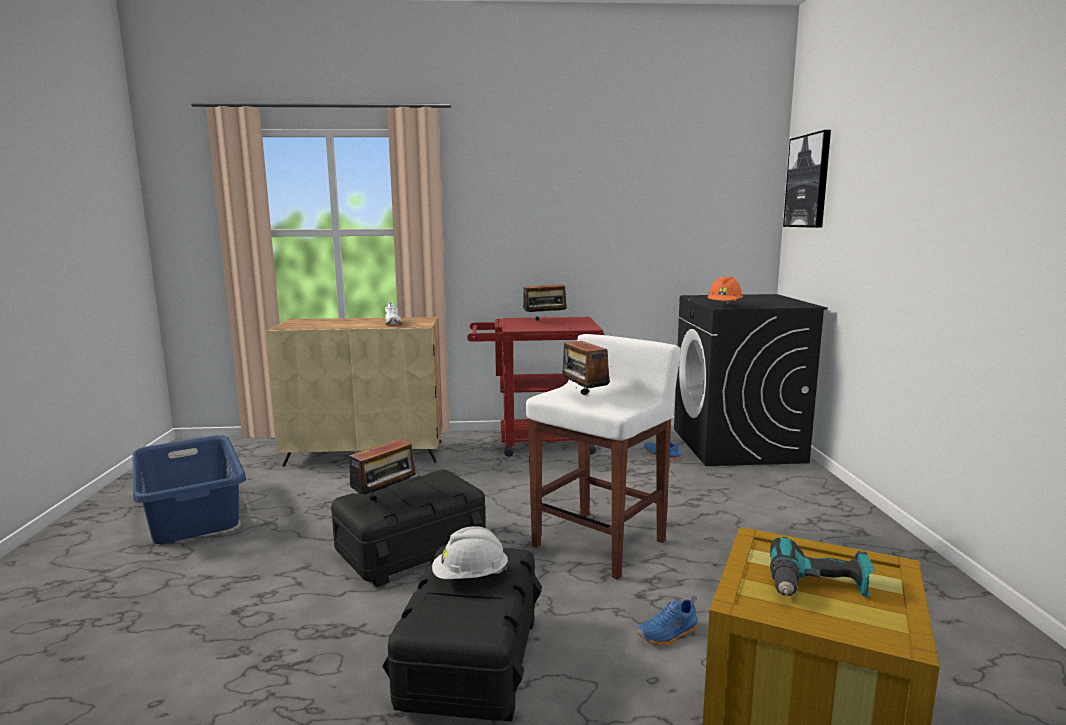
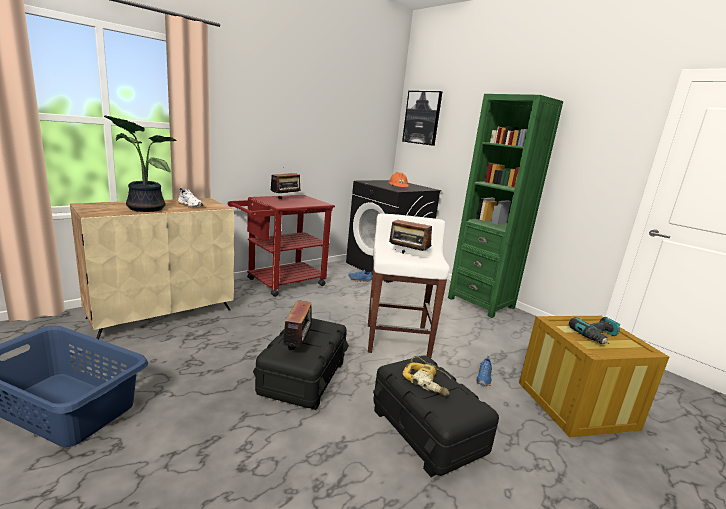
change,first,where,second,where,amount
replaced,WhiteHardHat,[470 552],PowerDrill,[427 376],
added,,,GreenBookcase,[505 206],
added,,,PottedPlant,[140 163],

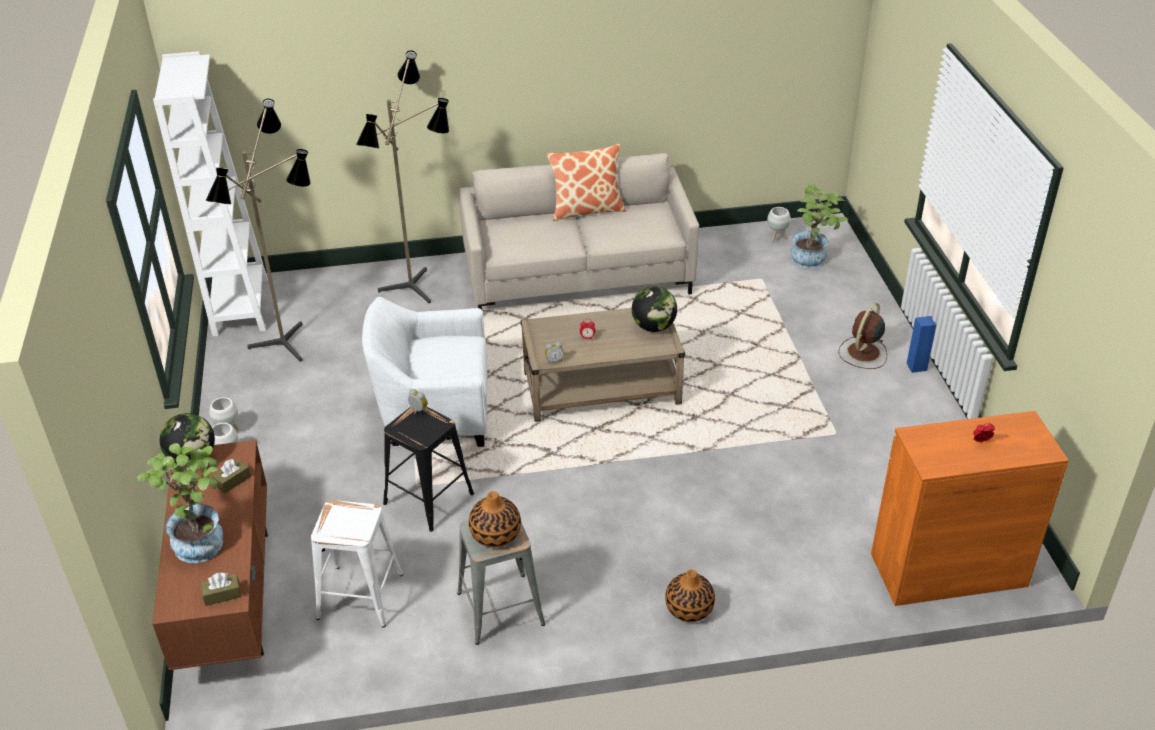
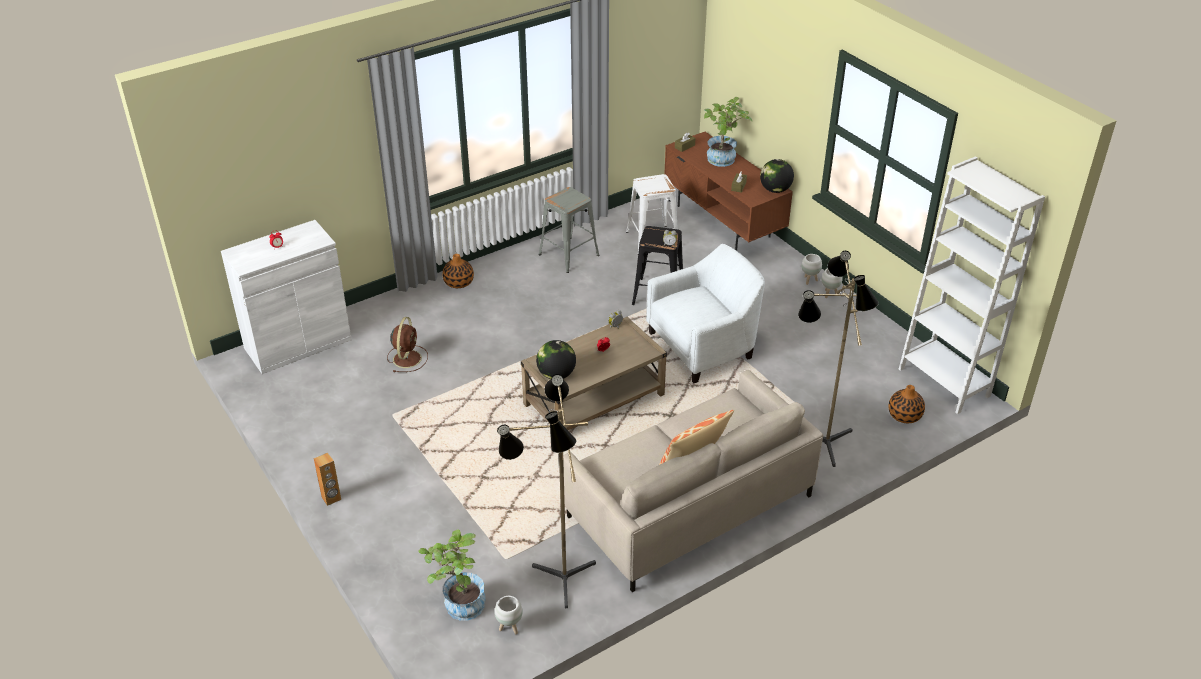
change,first,where,second,where,amount
moved,FloorLamp,[258 230],,[546 491],
moved,BrownFan,[862 336],,[407 344],
recoloured,BlueSpeaker,[921 344],BrownSpeaker,[327 479],
recoloured,OrangeCabinet,[970 508],WhiteCabinet,[286 297],
moved,Vase,[495 519],,[906 404],

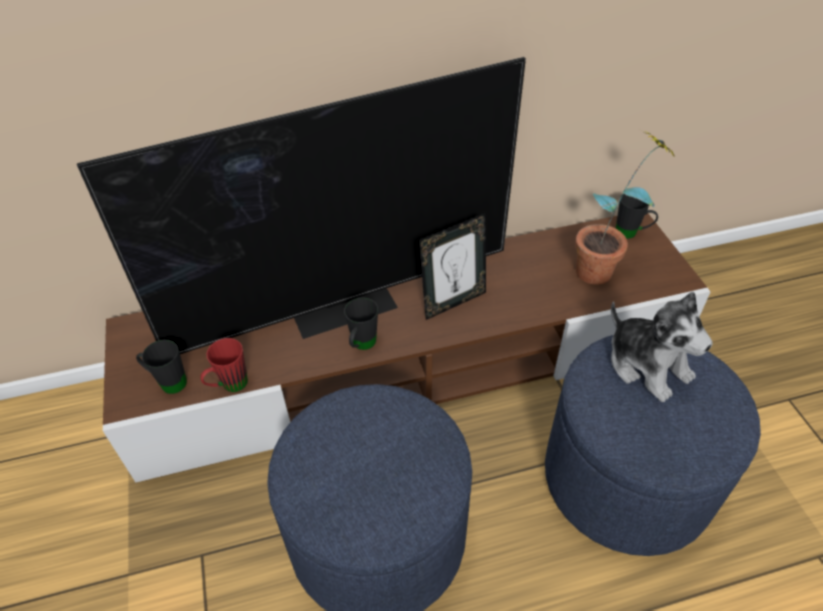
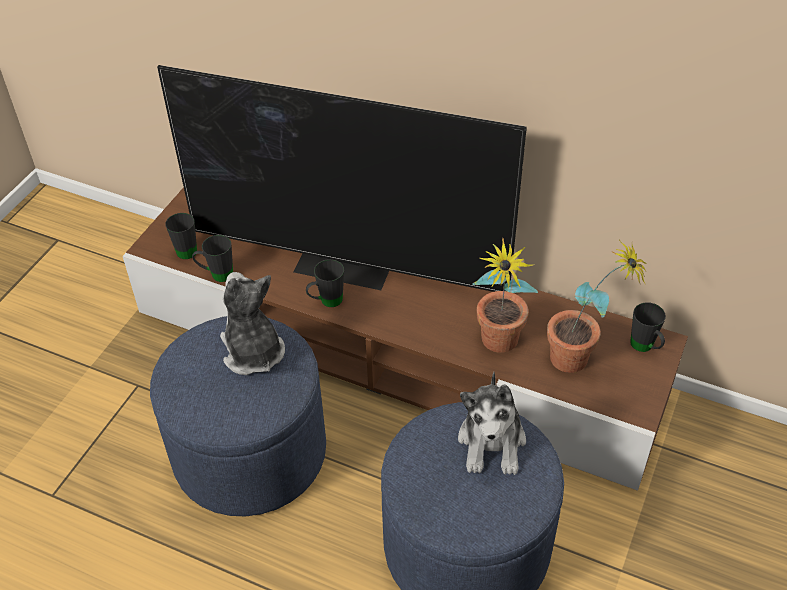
change,first,where,second,where,amount
removed,PictureFrame,[452 266],,,
recoloured,RedMug,[224 365],BlackMug,[212 258],
added,,,PottedPlant,[505 295],
added,,,PlushToy,[252 323],

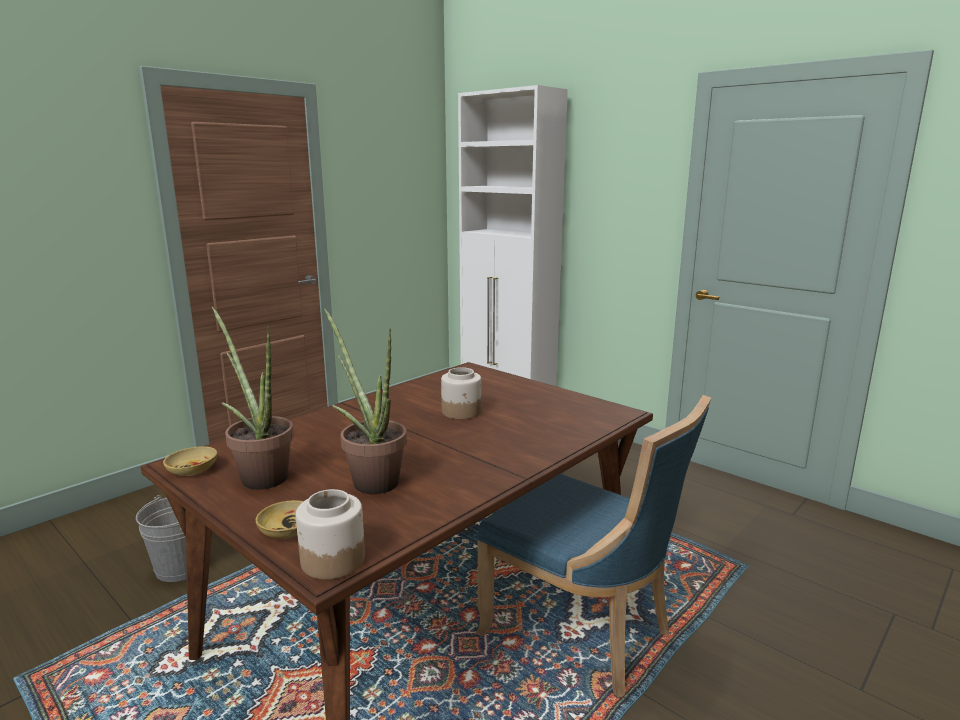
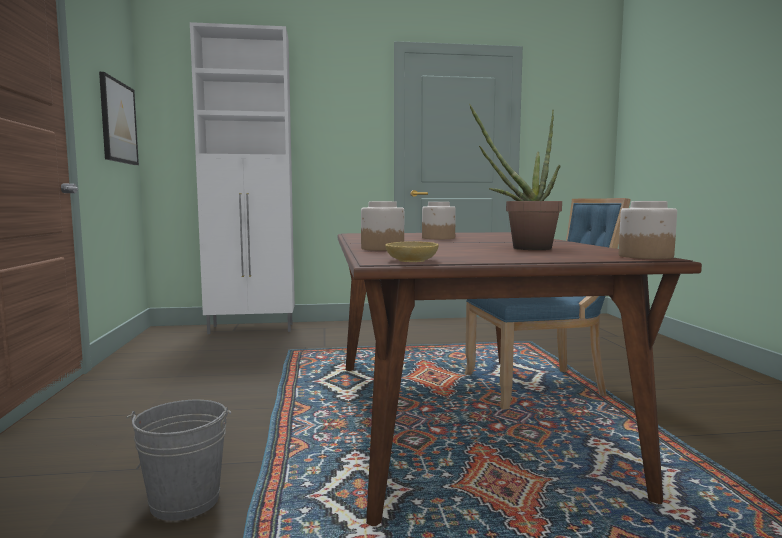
change,first,where,second,where,amount
removed,PottedPlant,[253 398],,,
removed,BeigeBowl,[279 519],,,
added,,,Picture,[119 118],
added,,,Jar,[382 226],

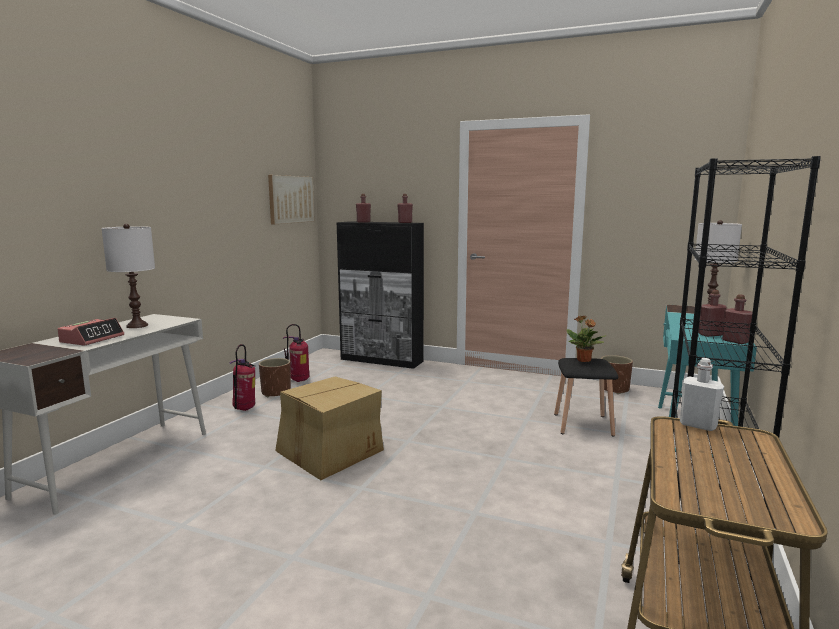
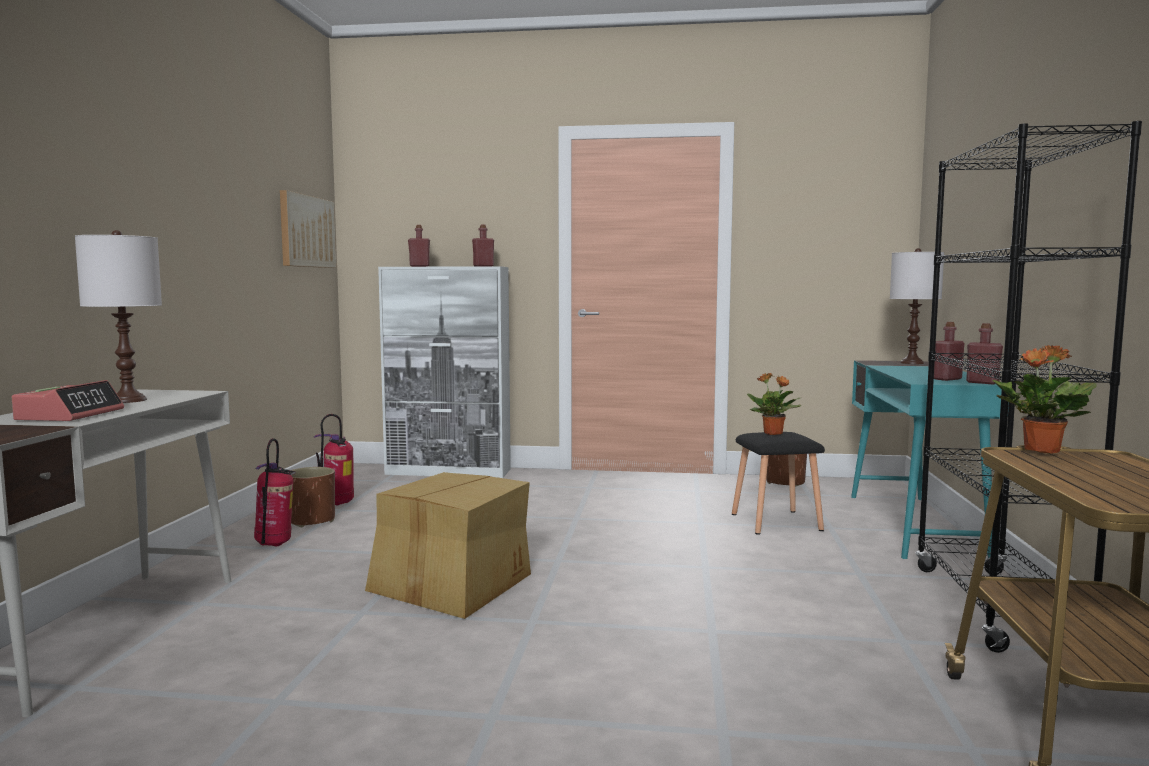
change,first,where,second,where,amount
recoloured,BlackCabinet,[380 295],WhiteCabinet,[444 372],
replaced,WhiteBottle,[702 394],PottedPlant,[1044 399],

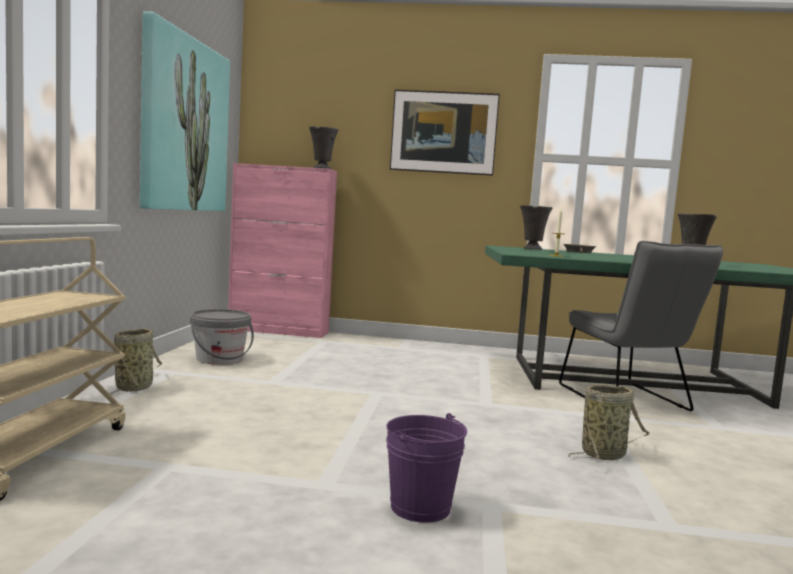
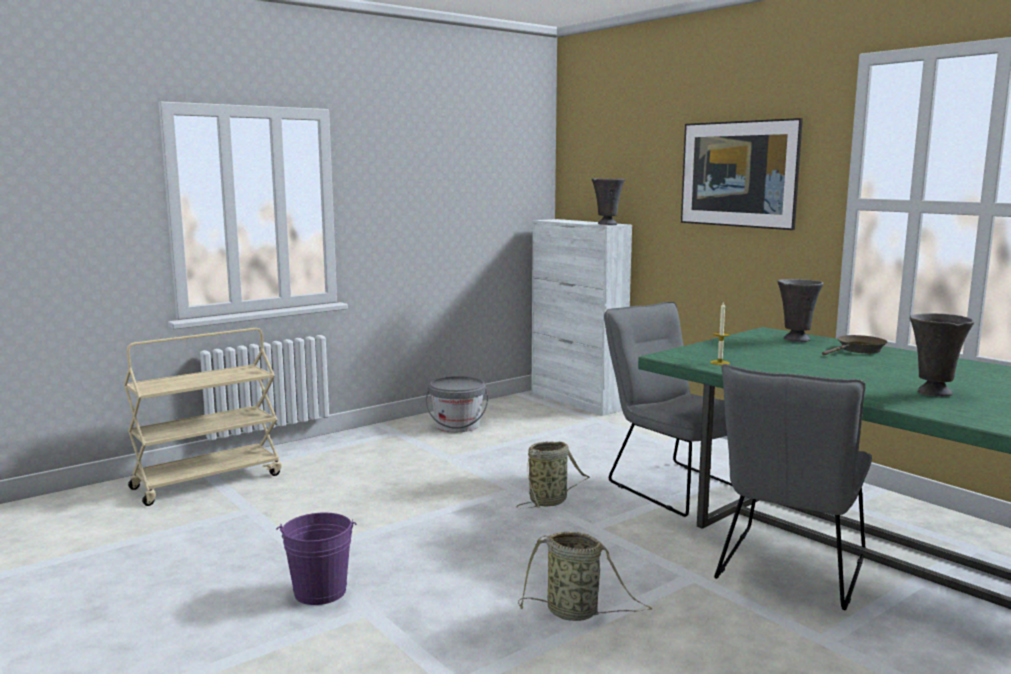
change,first,where,second,where,amount
removed,Picture,[185 111],,,
recoloured,PinkCabinet,[282 250],WhiteCabinet,[581 317],
moved,Basket,[135 361],,[553 475],
added,,,GreyChair,[668 409],

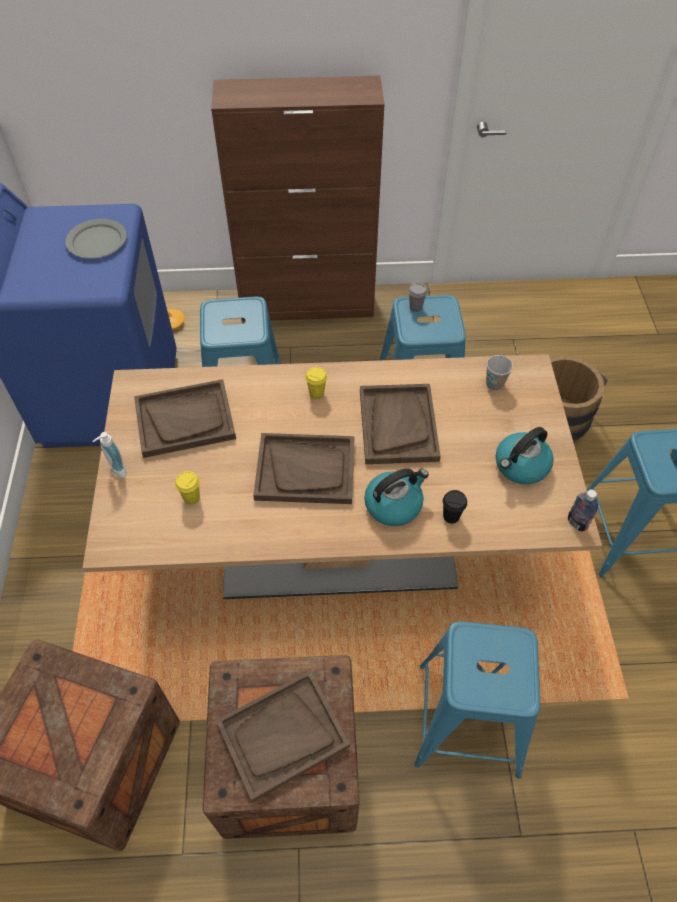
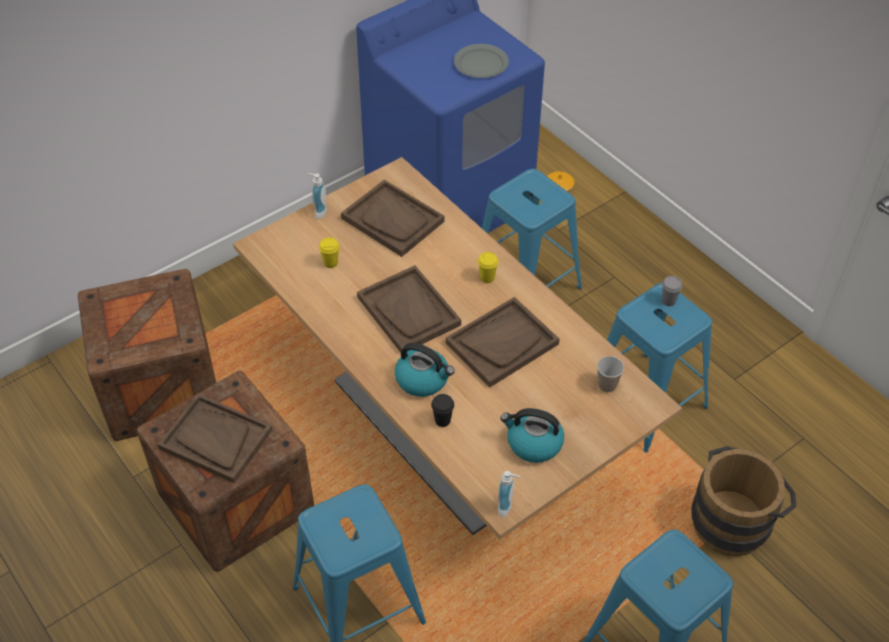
change,first,where,second,where,amount
removed,BrownCabinet,[298 199],,,
replaced,Bottle,[583 511],SoapDispenser,[509 494],

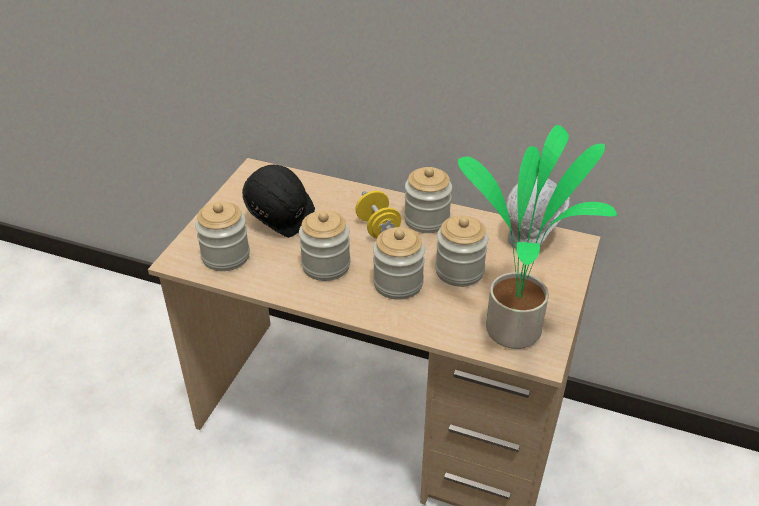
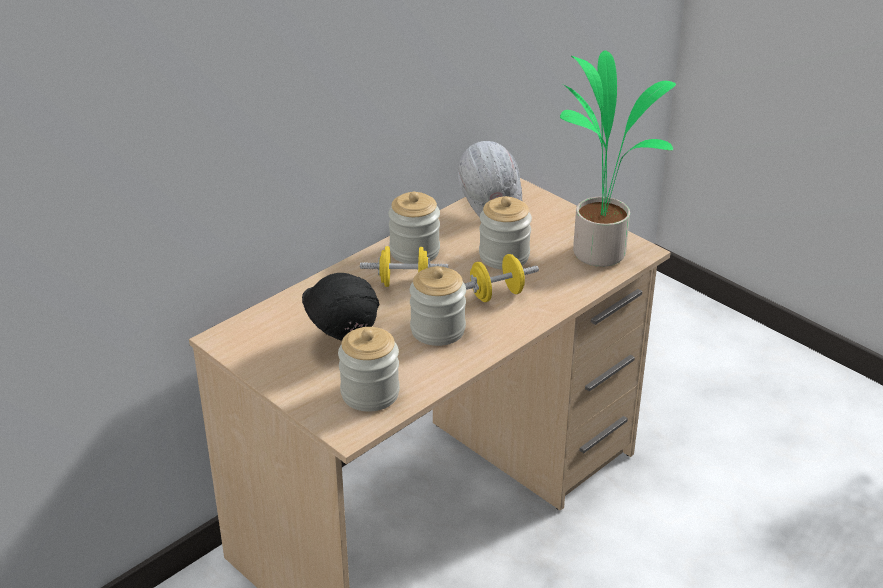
change,first,where,second,where,amount
replaced,Jar,[399 263],YellowDumbbell,[501 278],

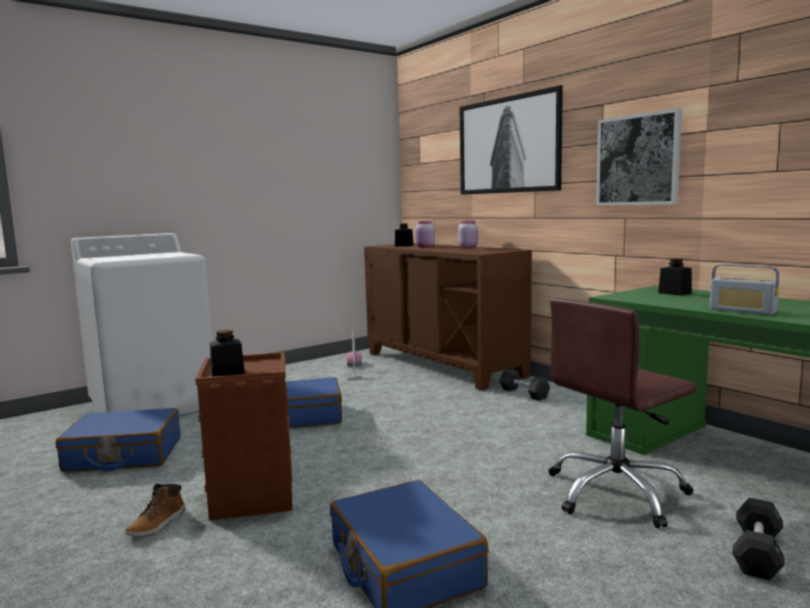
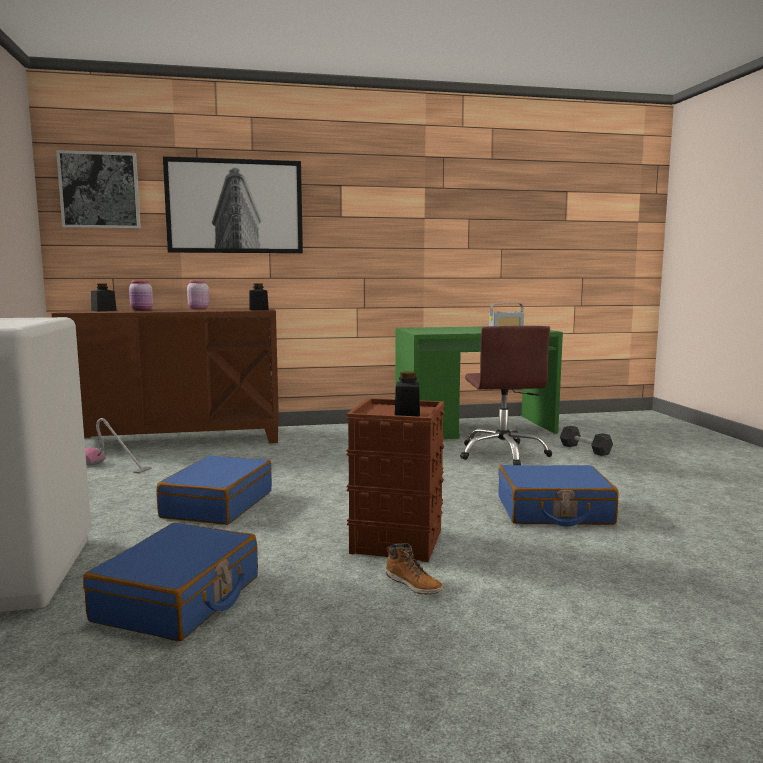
change,first,where,second,where,amount
moved,Picture,[639 156],,[98 189],
moved,BlackJar,[675 277],,[259 296],
removed,BlackDumbbell,[524 385],,,

